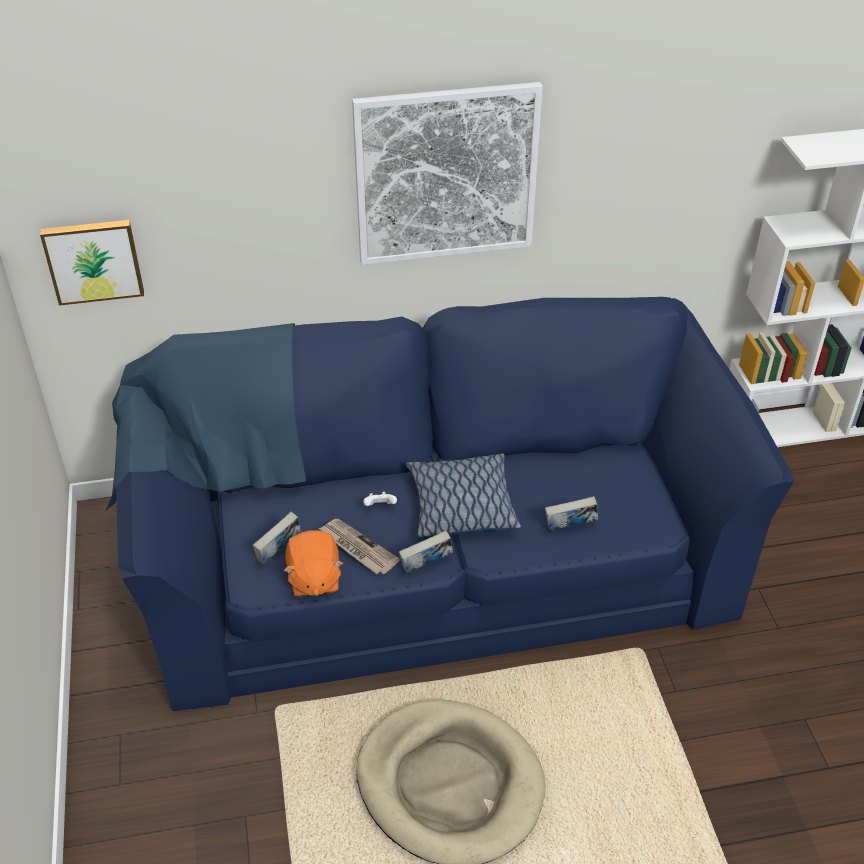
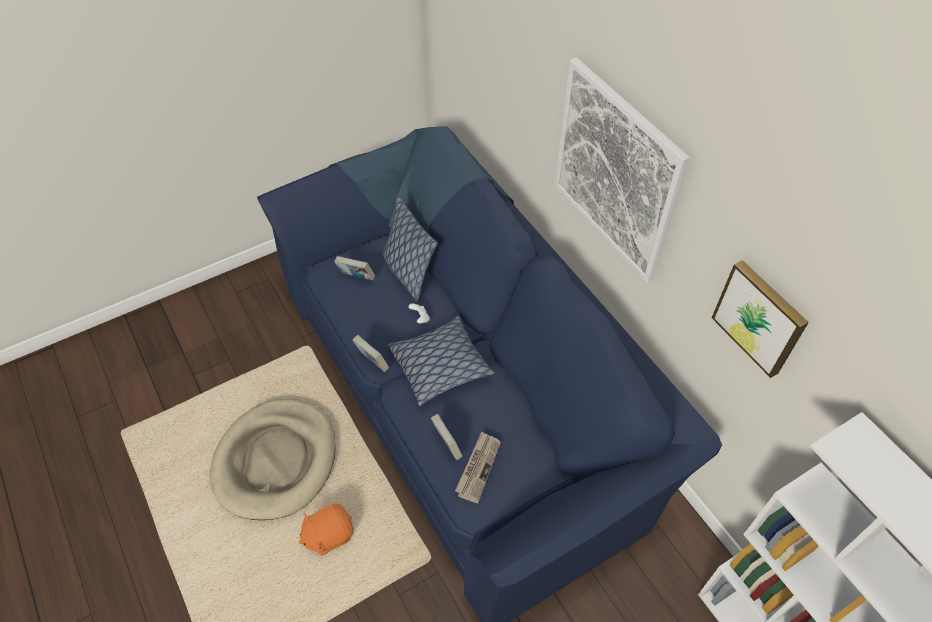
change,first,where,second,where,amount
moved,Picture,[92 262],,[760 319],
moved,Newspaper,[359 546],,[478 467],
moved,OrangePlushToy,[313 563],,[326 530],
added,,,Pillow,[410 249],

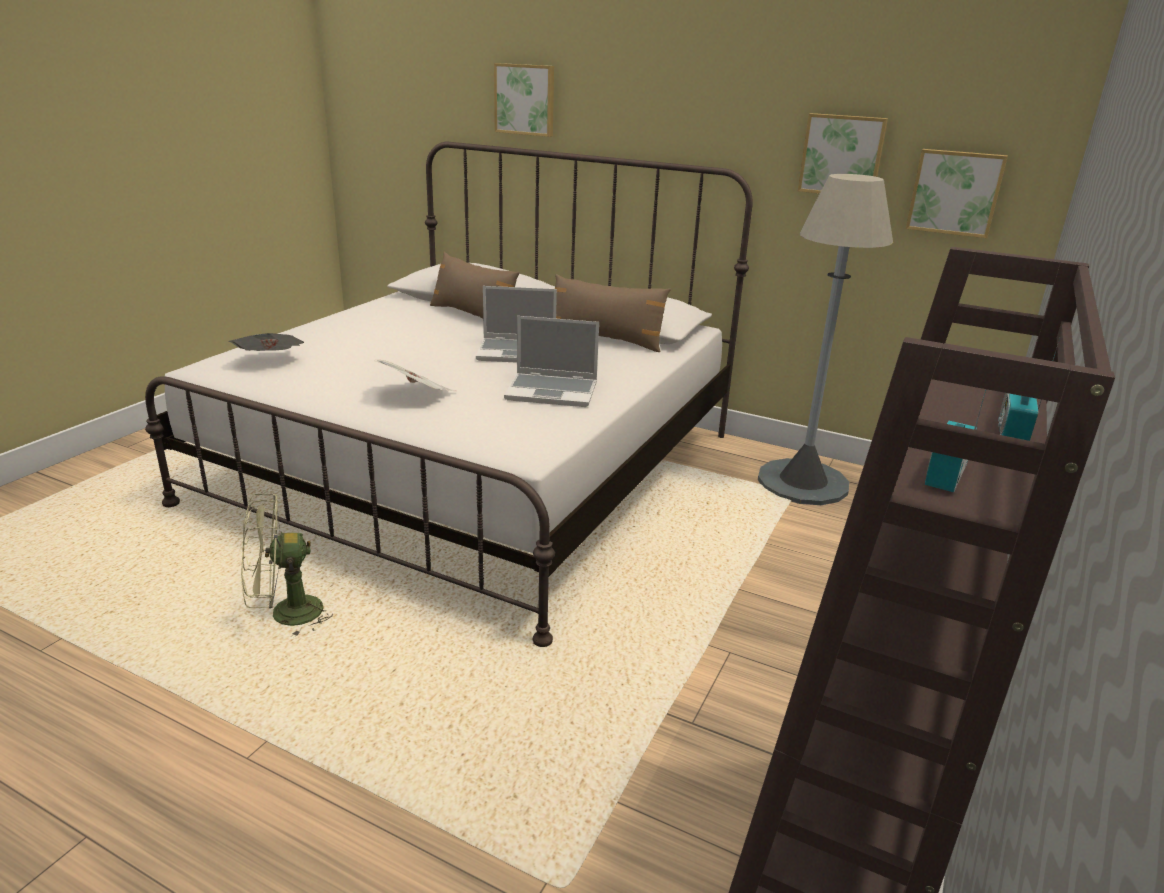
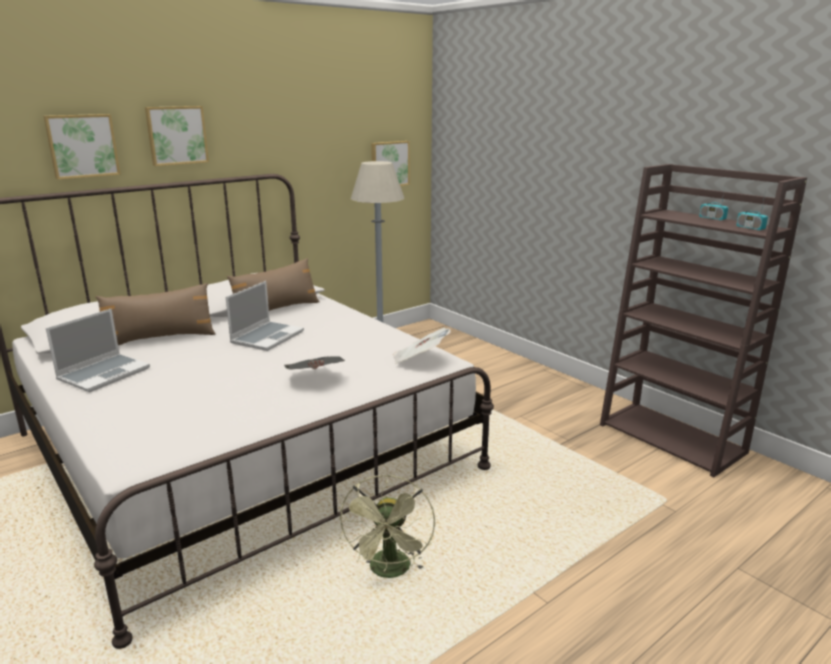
change,first,where,second,where,amount
moved,Picture,[843 153],,[177 136],
moved,Laptop,[551 361],,[98 350],
moved,Newspaper,[266 342],,[422 345],

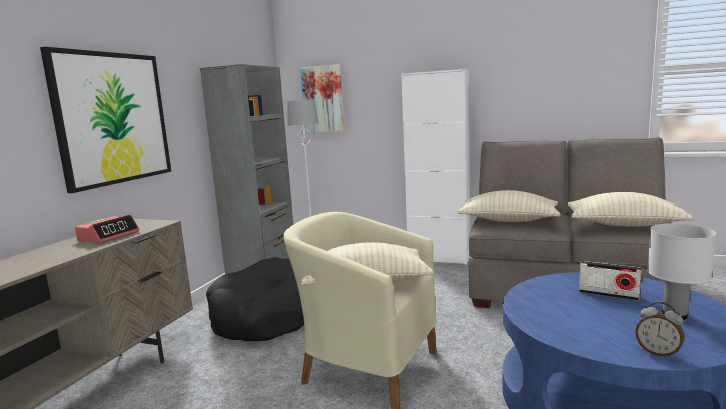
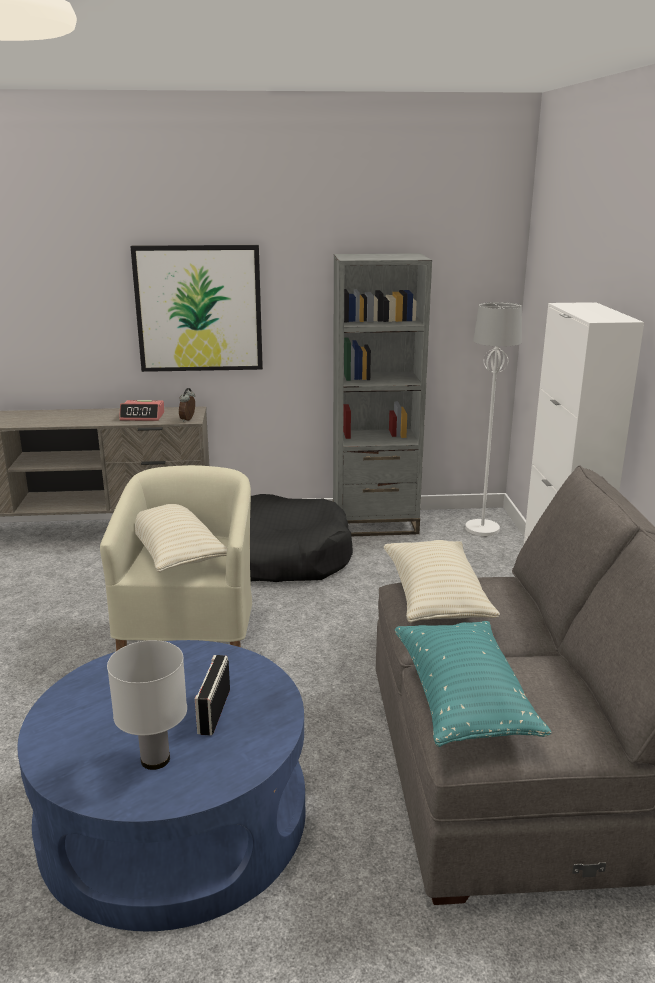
change,first,where,second,where,amount
removed,Picture,[322 98],,,
recoloured,BeigePillow,[630 209],TurquoisePillow,[473 684],
moved,AlarmClock,[659 329],,[187 405],

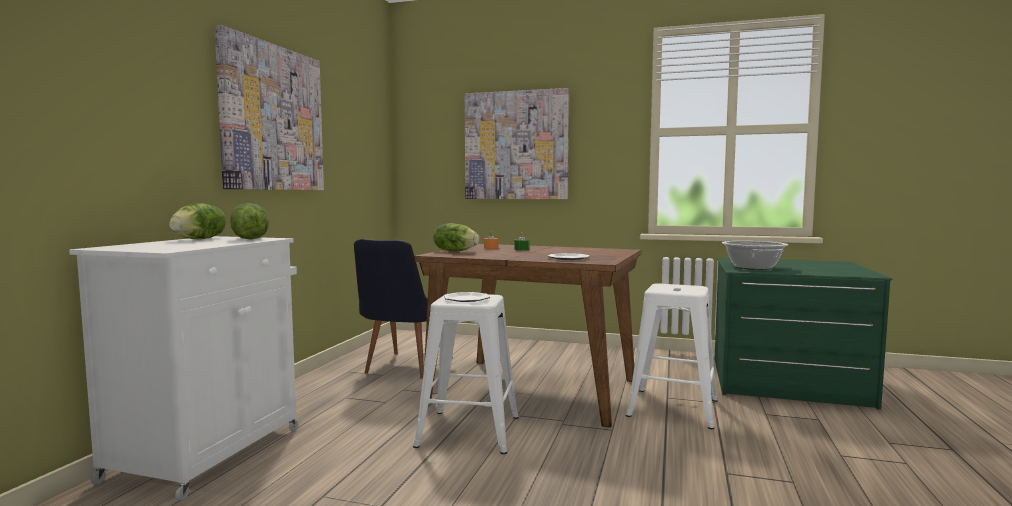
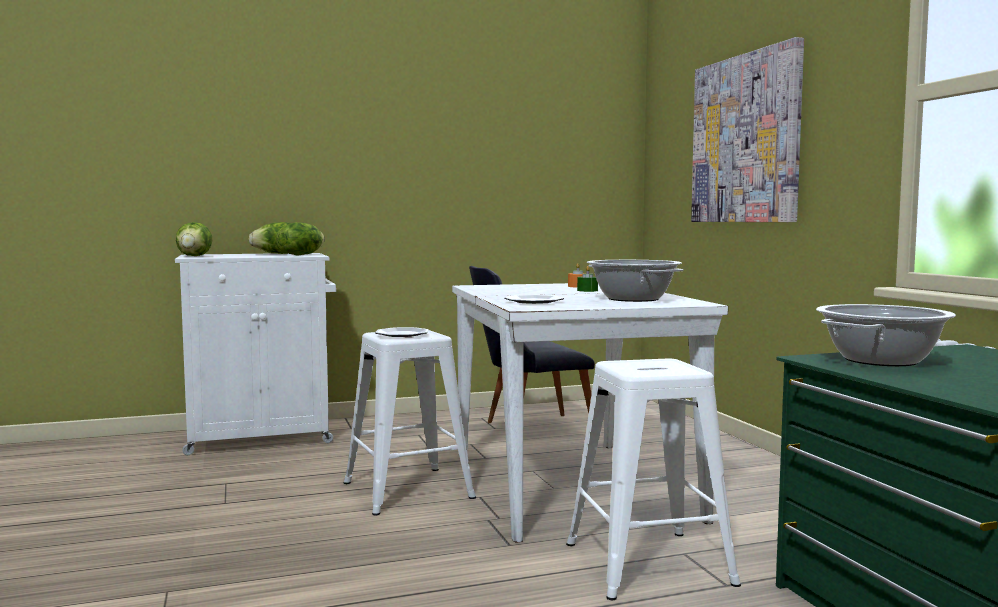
change,first,where,second,where,amount
removed,Picture,[269 107],,,
moved,Lettuce,[456 237],,[194 239],
recoloured,BrownDiningTable,[527 335],WhiteDiningTable,[590 413],
added,,,CookingPot,[635 281],

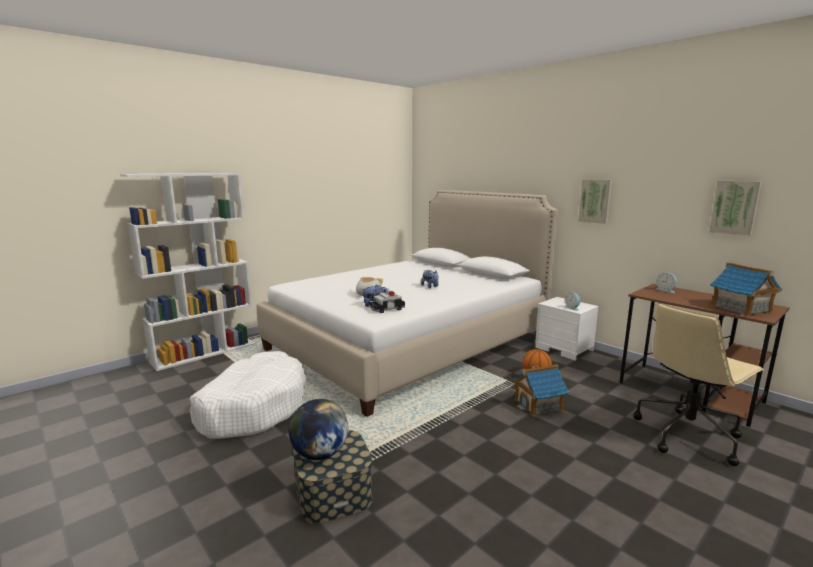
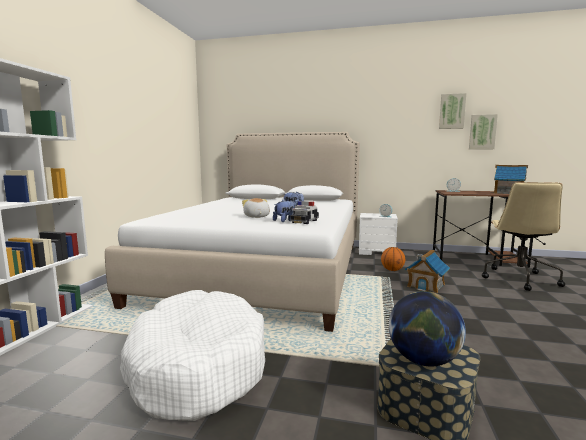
change,first,where,second,where,amount
moved,Picture,[595 201],,[452 111],

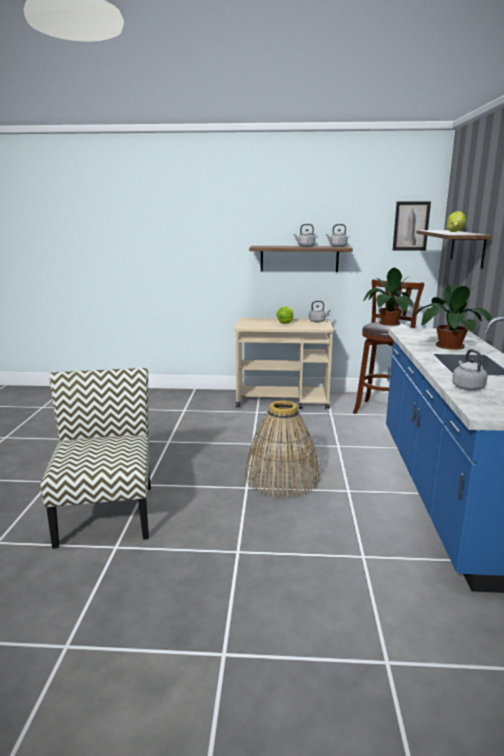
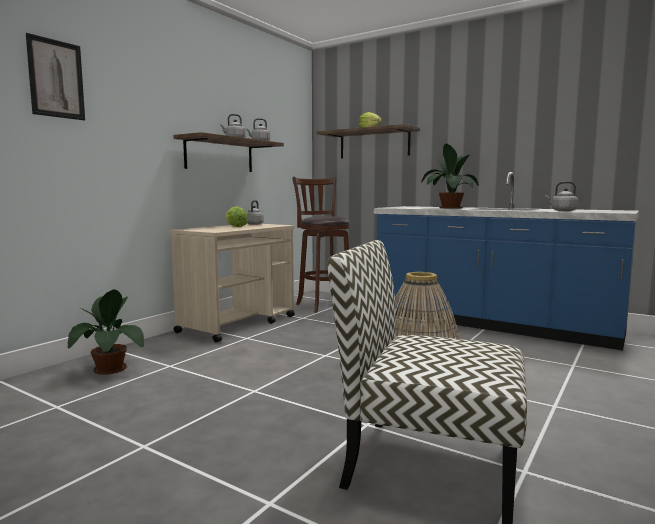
change,first,where,second,where,amount
moved,Picture,[412 226],,[55 76],
moved,PottedPlant,[388 297],,[106 332],

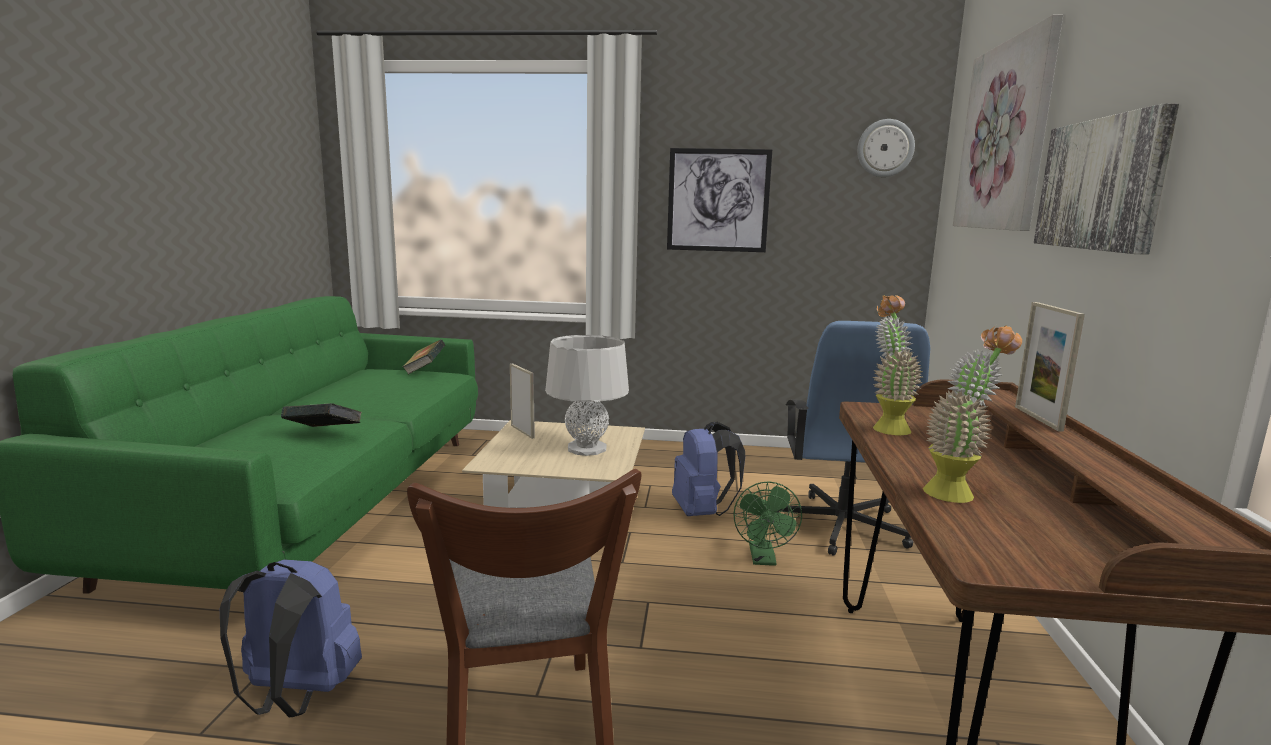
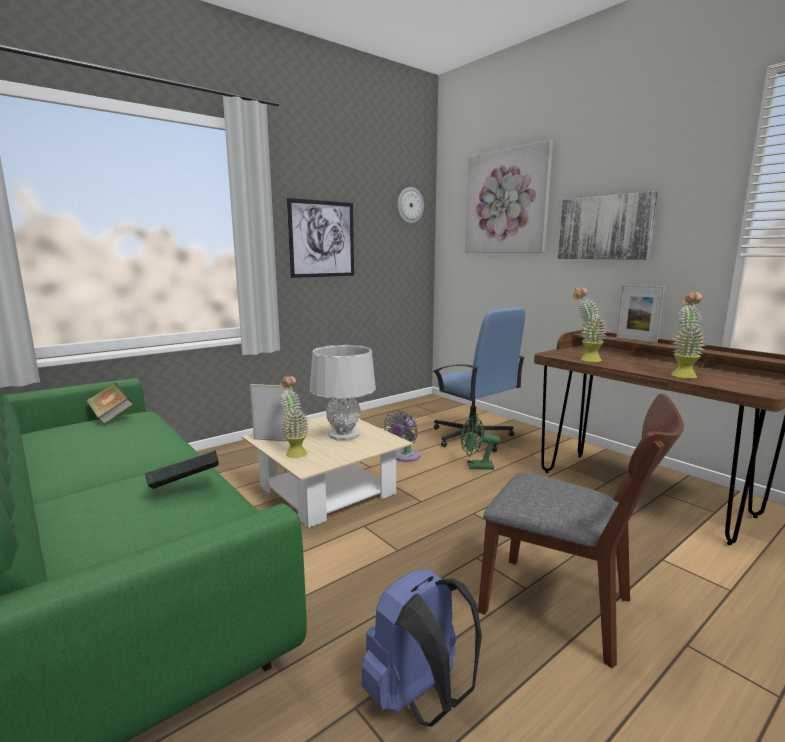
change,first,where,second,where,amount
replaced,BlueBackpack,[708 469],GreyFan,[401 436],
turned,GreenFan,[767 523],,[480 442],135 degrees clockwise
added,,,PottedPlant,[294 417],

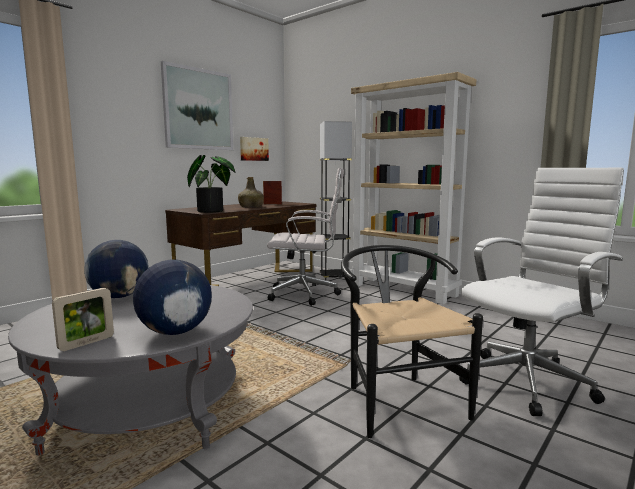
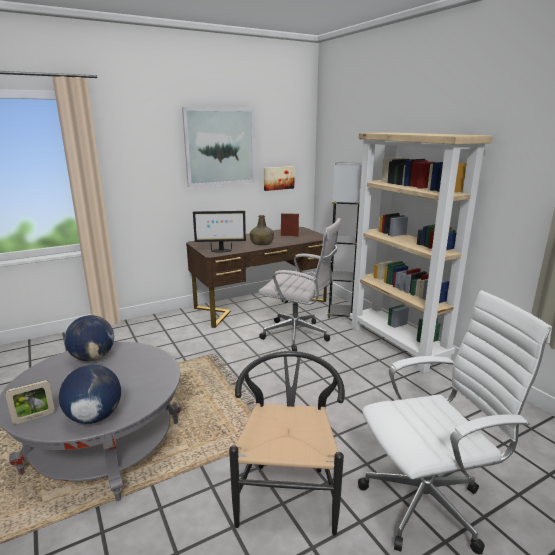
change,first,where,second,where,amount
replaced,PottedPlant,[211 184],Monitor,[219 231],

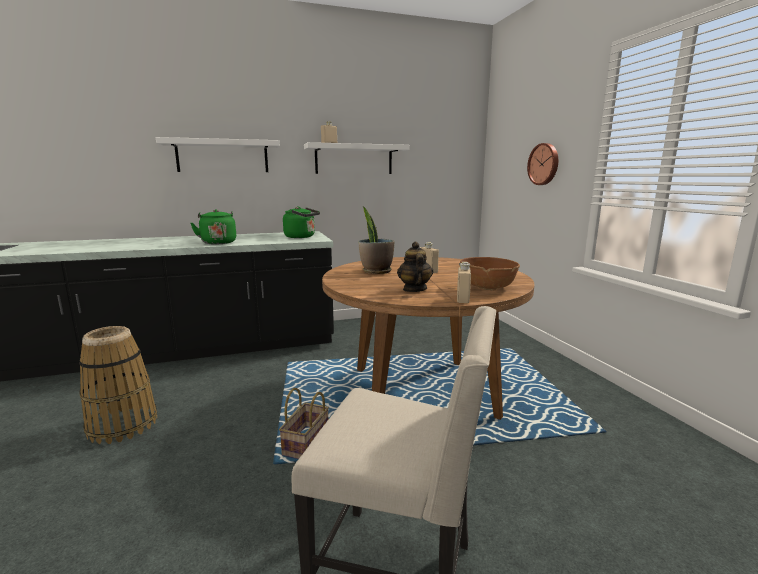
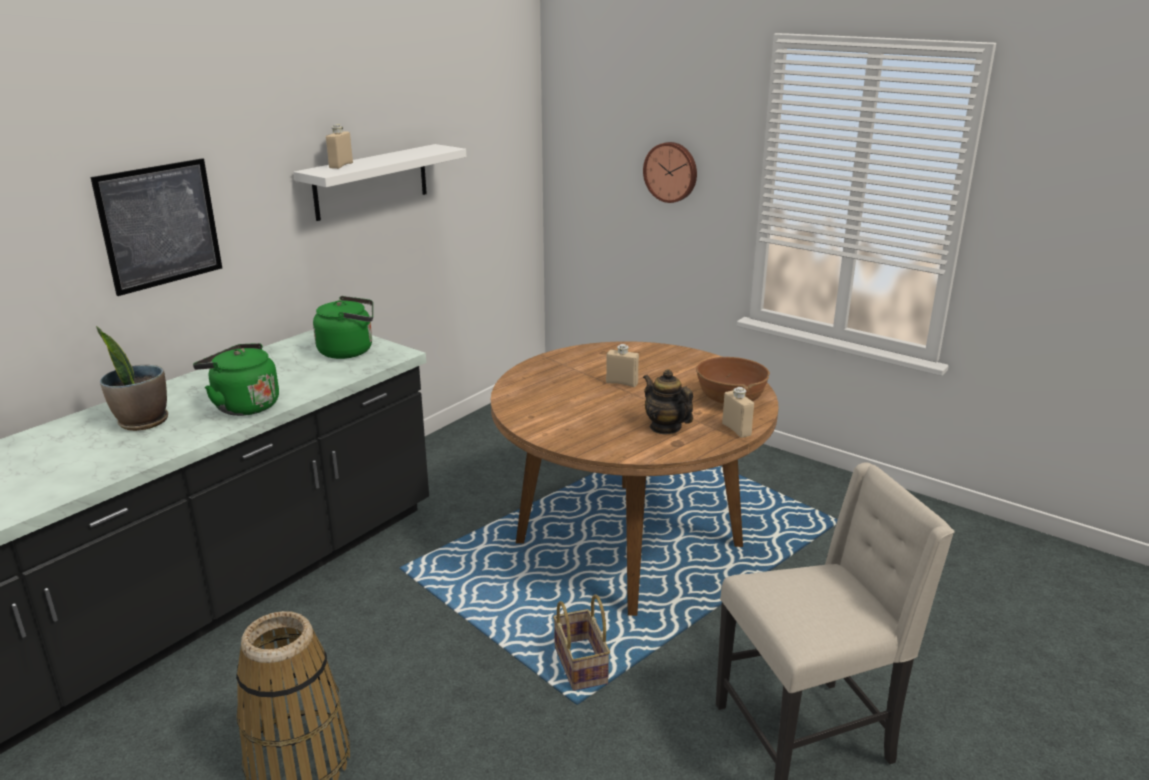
change,first,where,second,where,amount
replaced,WhiteShelf,[218 154],Picture,[156 227],
moved,PottedPlant,[376 240],,[132 378],

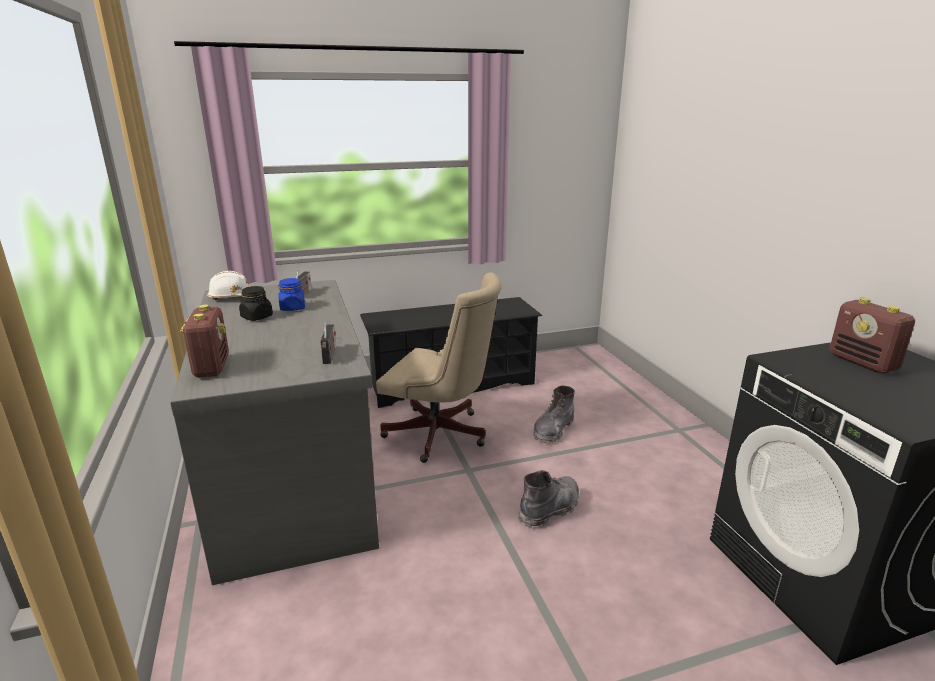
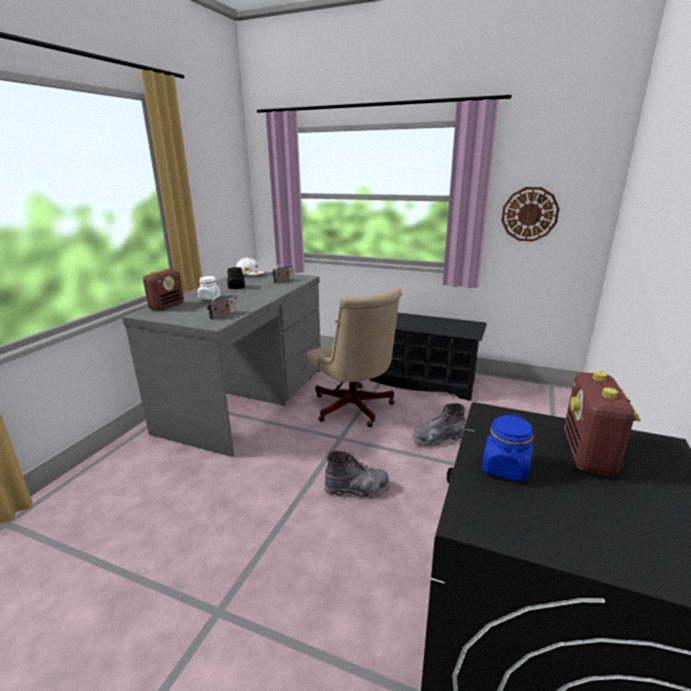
change,first,where,second,where,amount
moved,BlueJar,[291 294],,[507 448],
added,,,WallClock,[531 214],
added,,,WhiteJar,[209 288],

